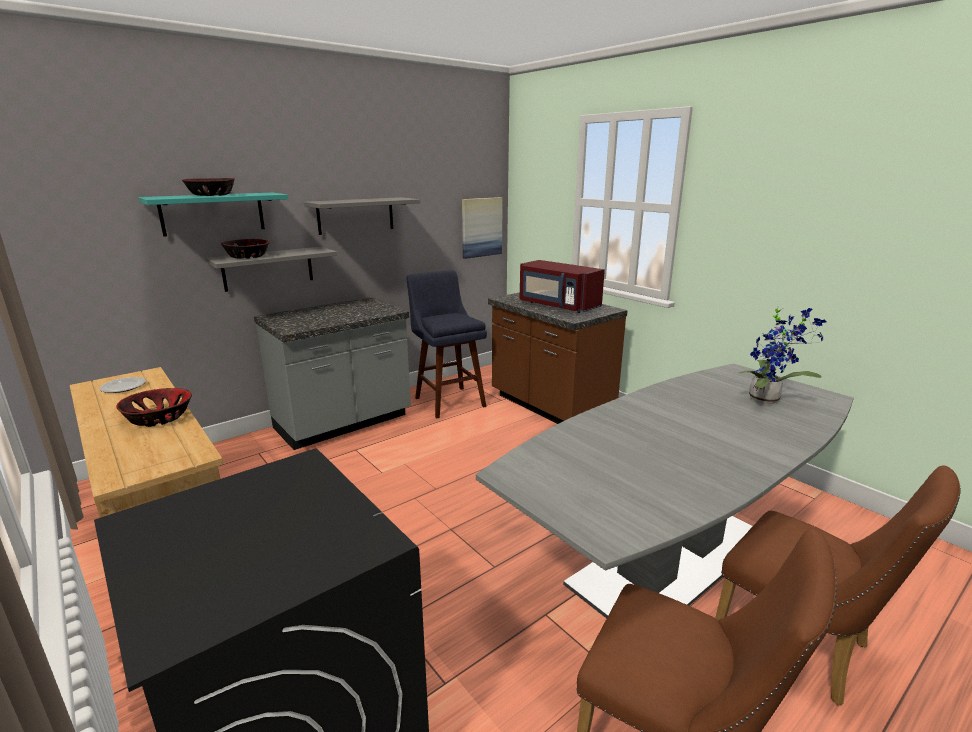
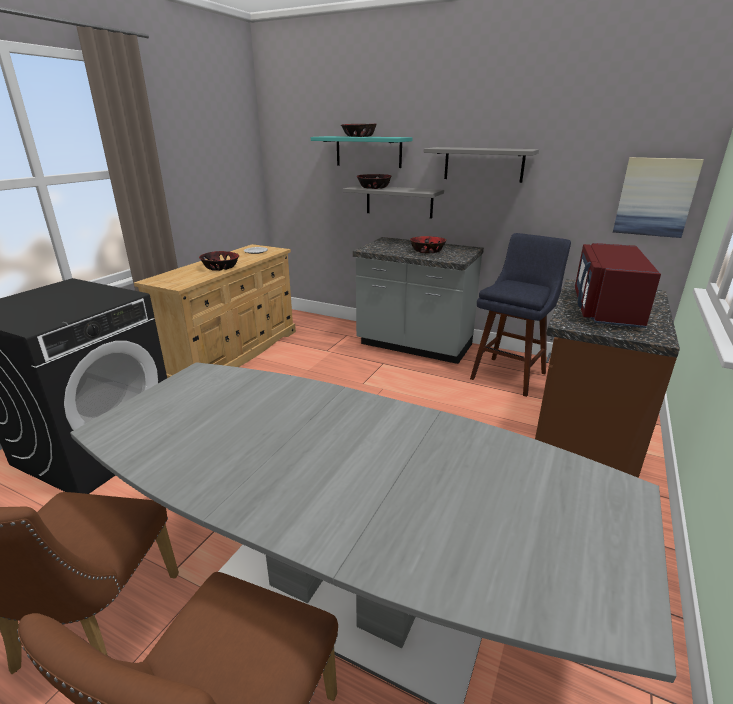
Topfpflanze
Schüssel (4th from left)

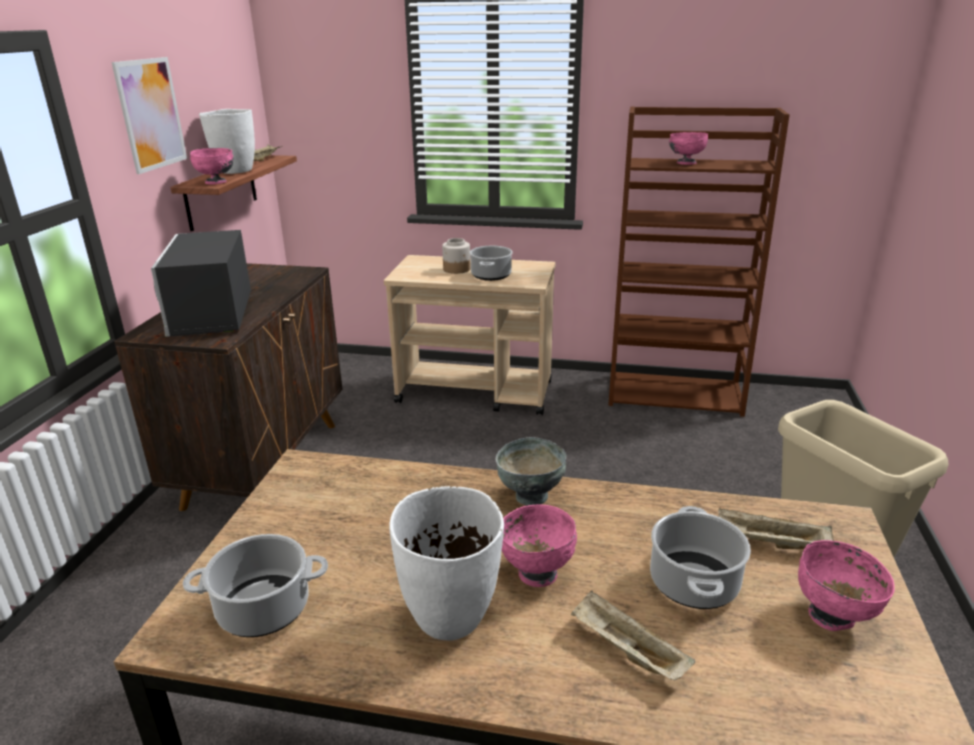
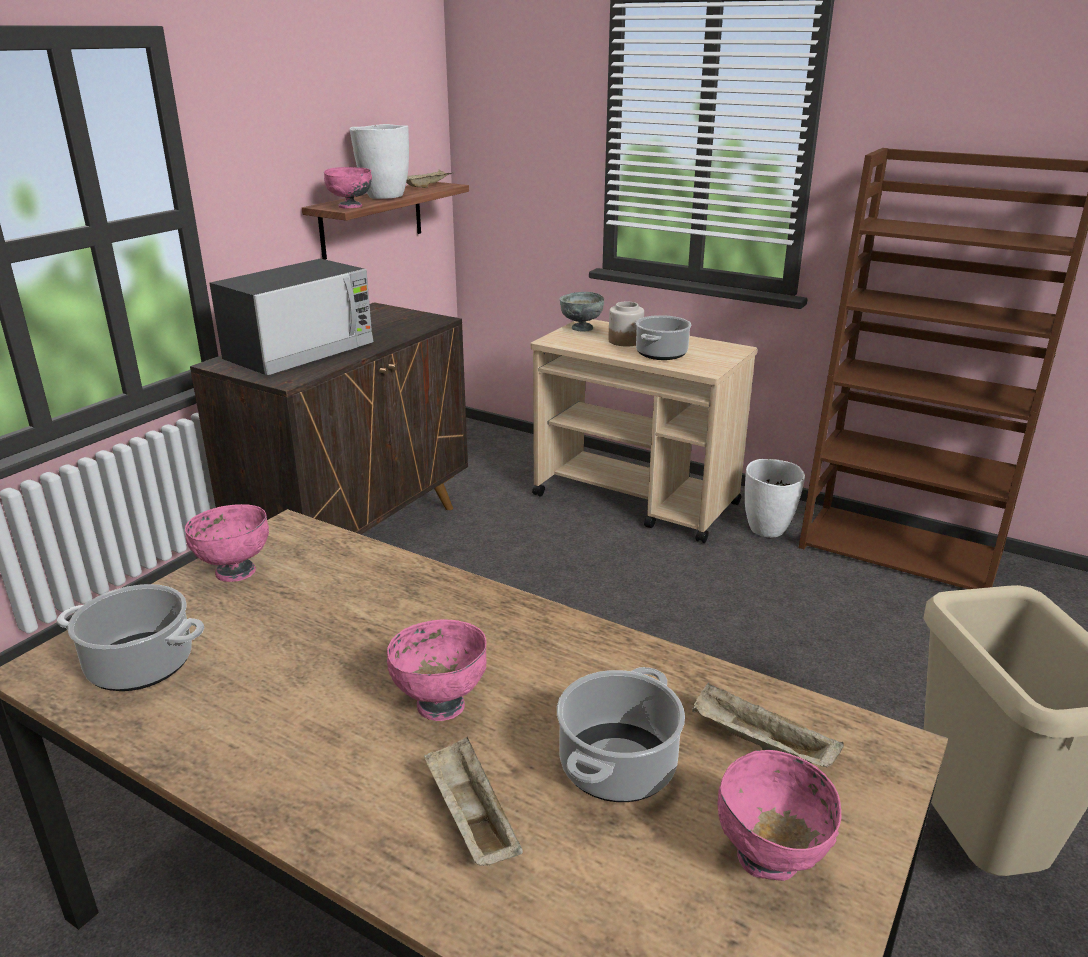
Bild
Schüssel (rosa) (1st from left)
Mikrowelle
Schüssel (grau)
Vase (weiß) (2nd from left)

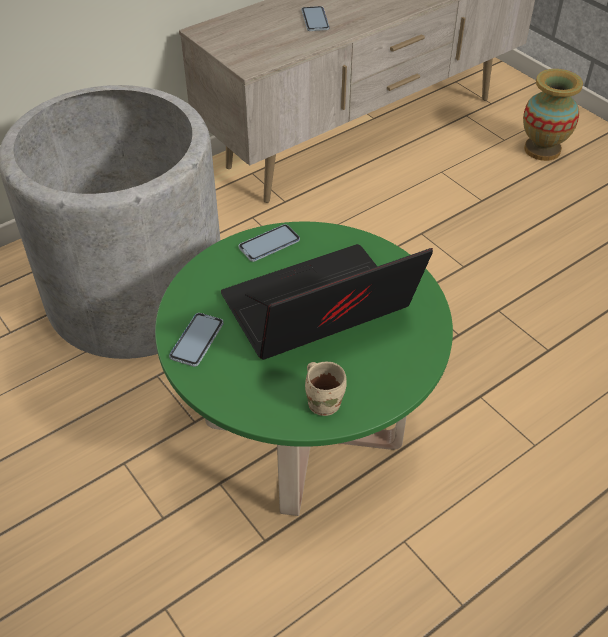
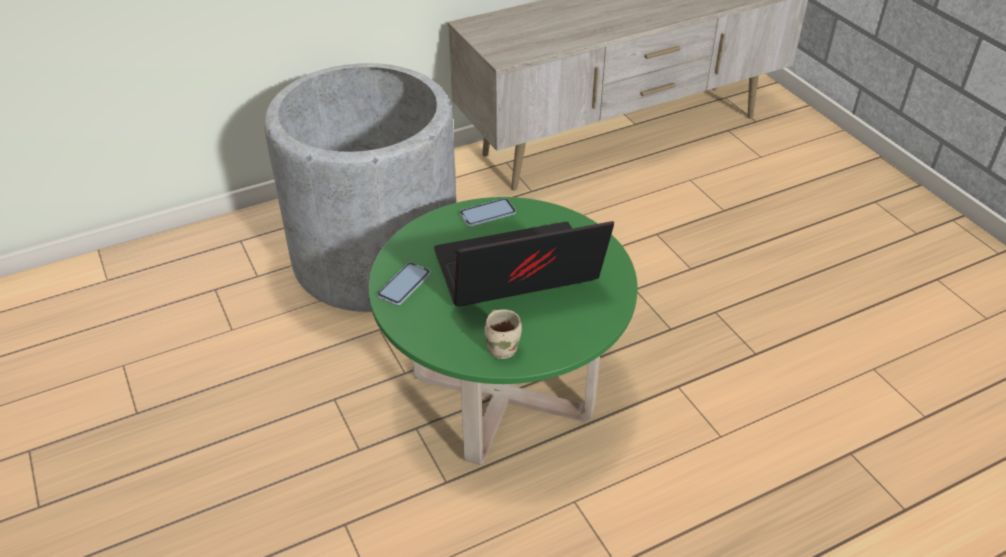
Handy (3rd from left in the first image)
Vase

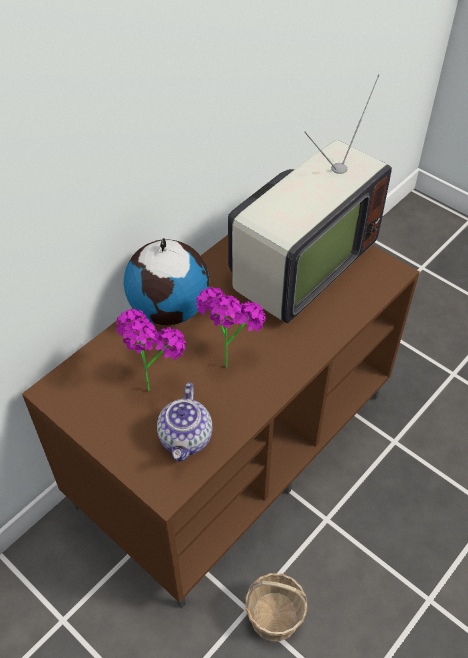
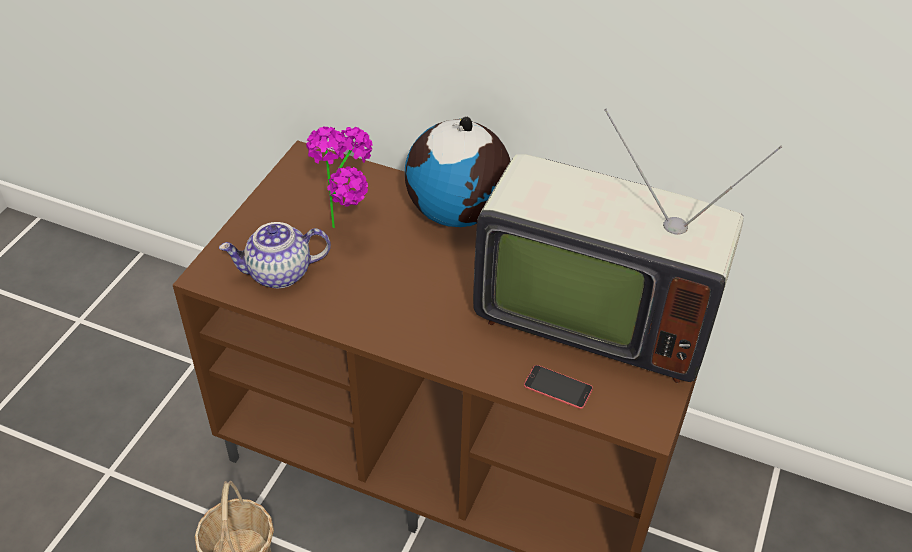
Topfpflanze (2nd from left in the first image)
Handy

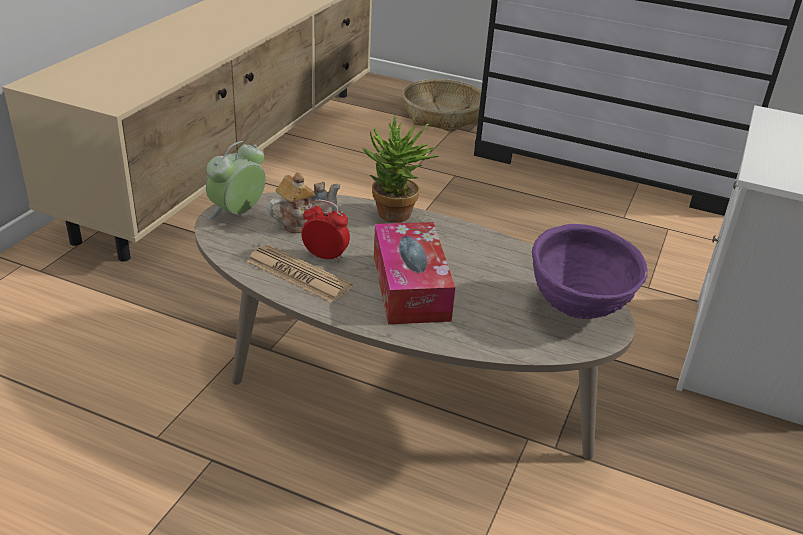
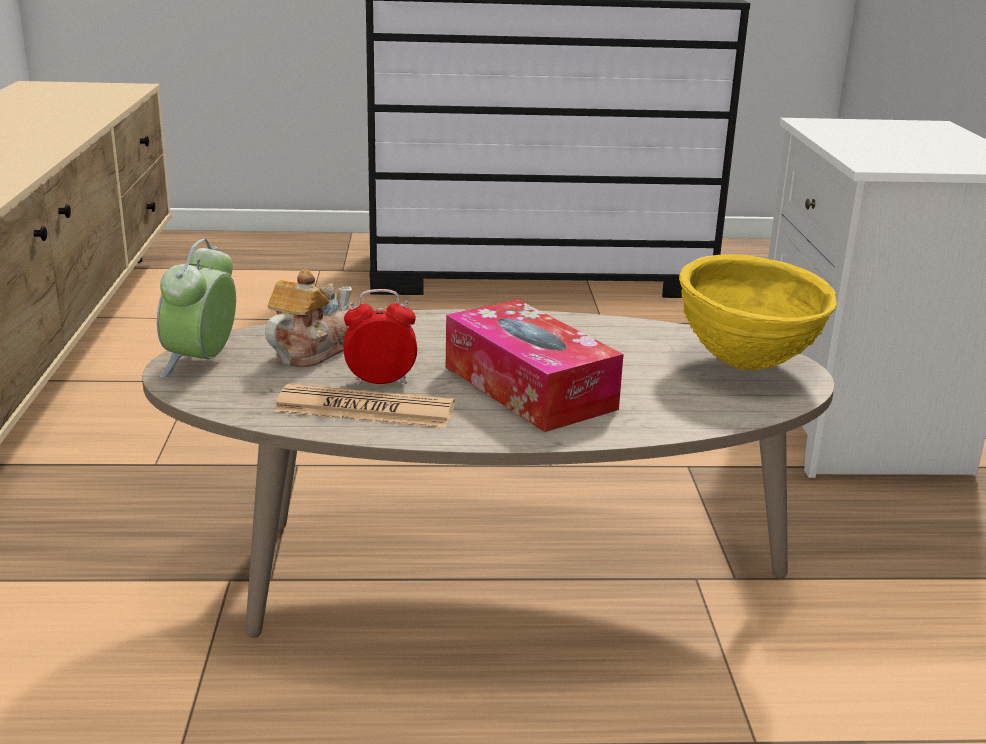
Korb
Topfpflanze
Schüssel (gelb)

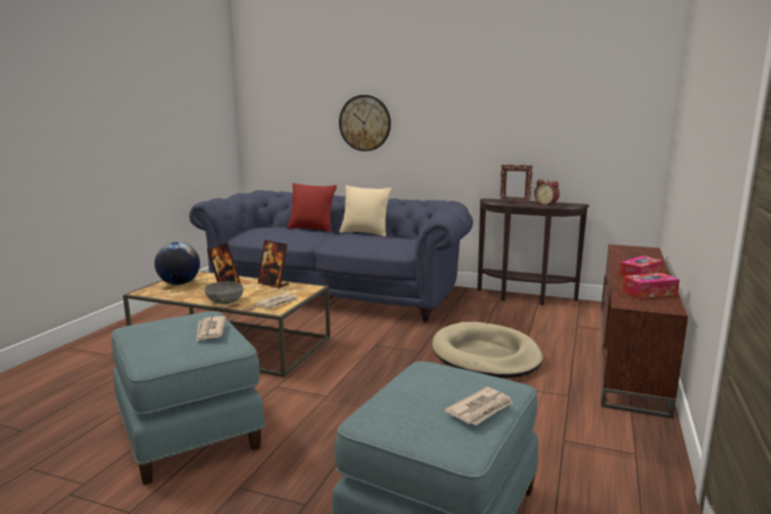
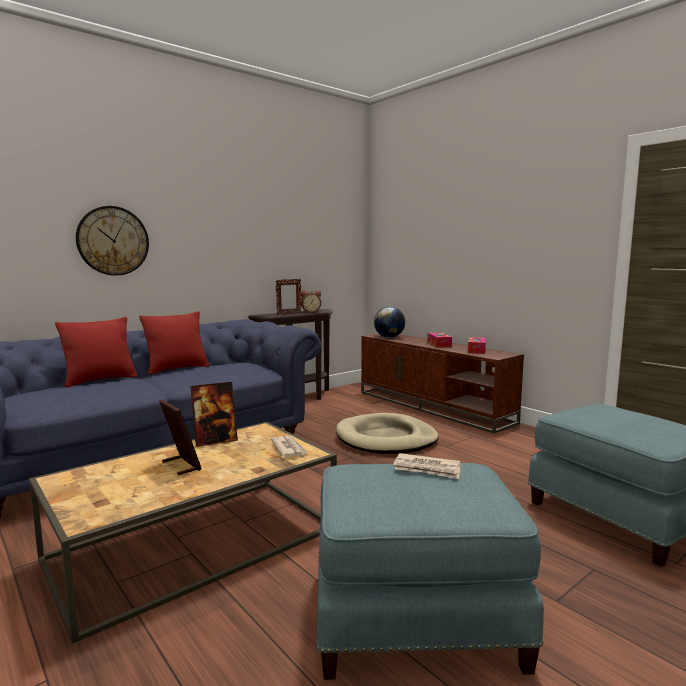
Kissen (rot) (2nd from left)
Globus
Schüssel (grau)
Zeitung (3rd from left in the first image)

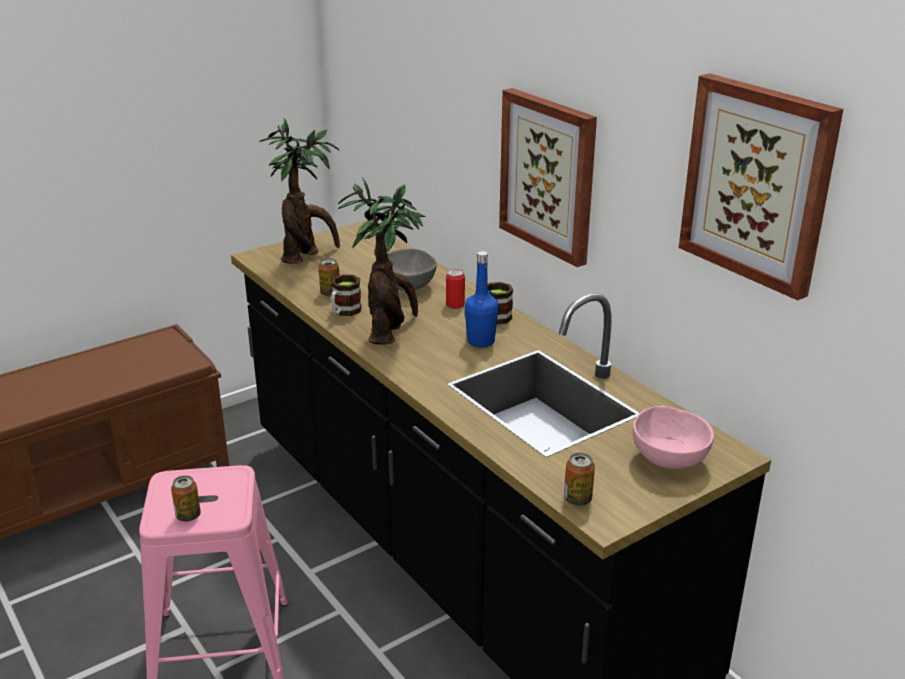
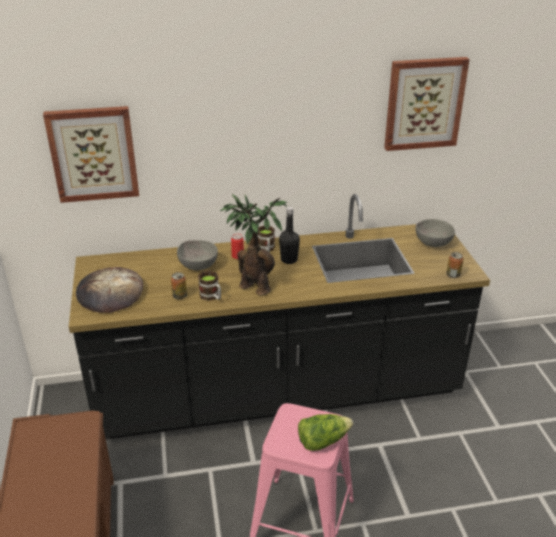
Bild (1st from left)
Brot
Flasche (schwarz)
Schüssel (grau) (2nd from left)
Salatkopf

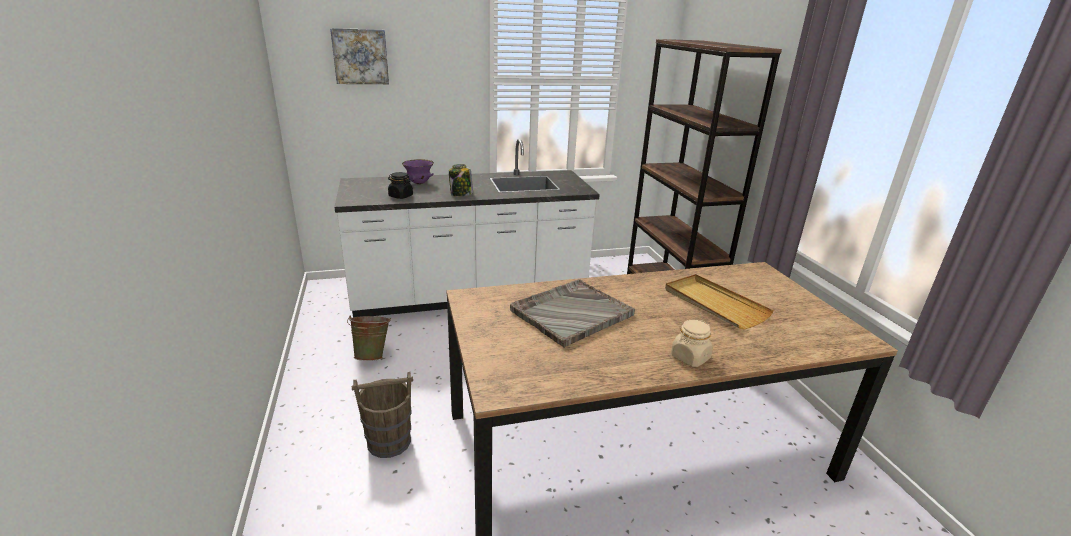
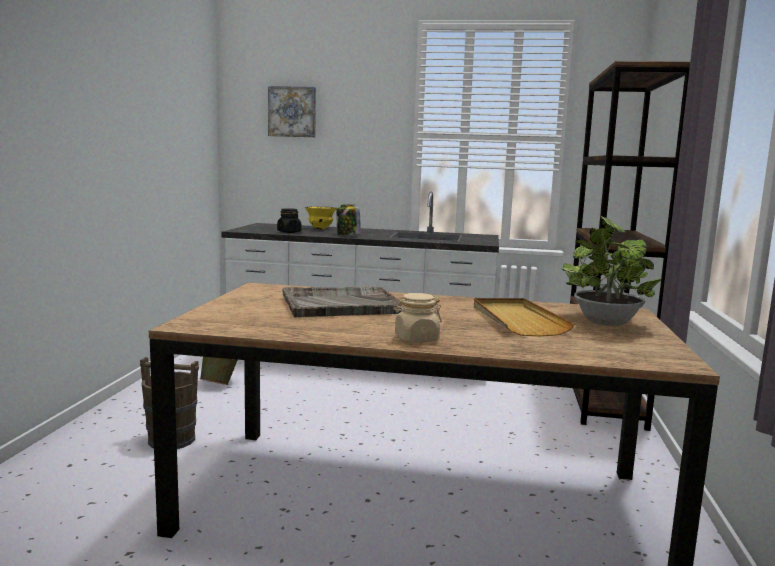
Schüssel (gelb)
Topfpflanze

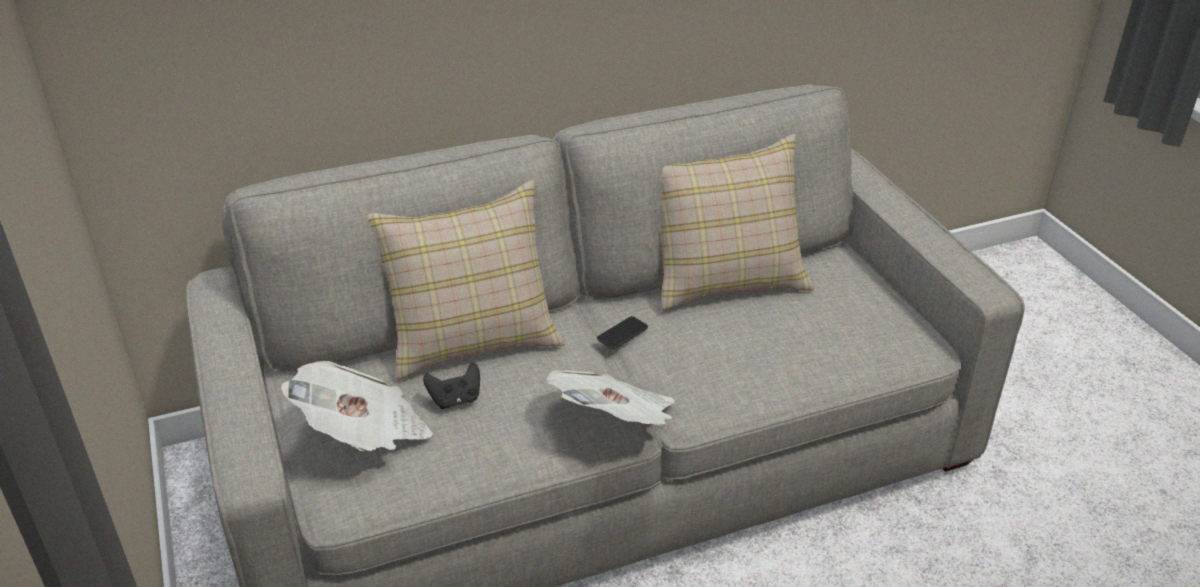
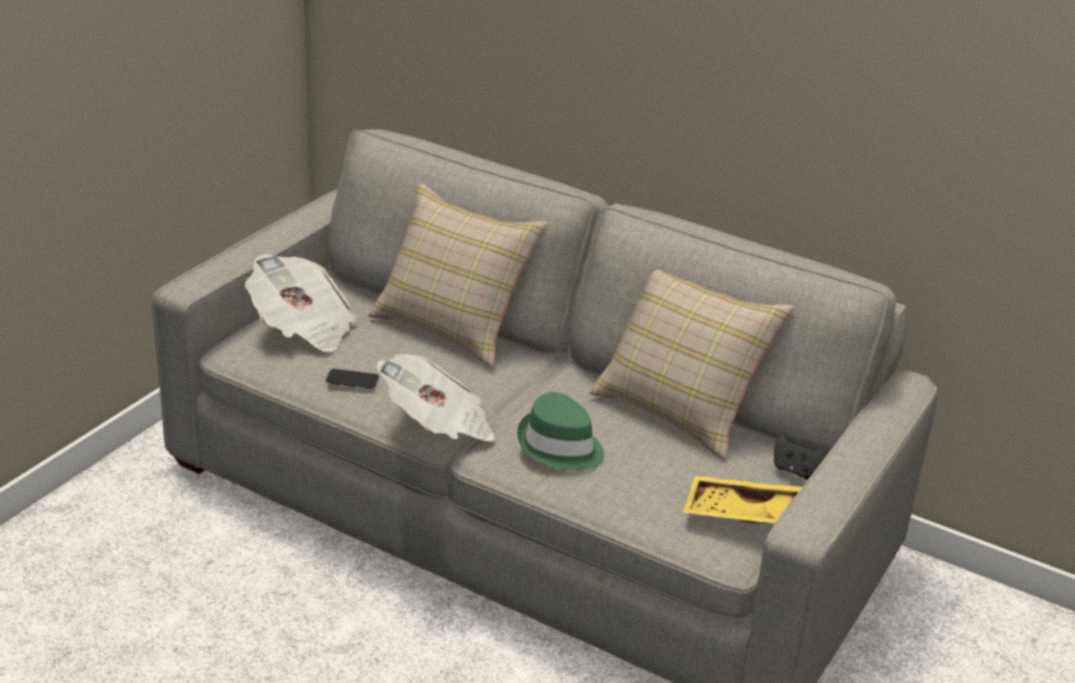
Handy
Gamepad (schwarz)
Hut (grün)
Tablett (gelb)

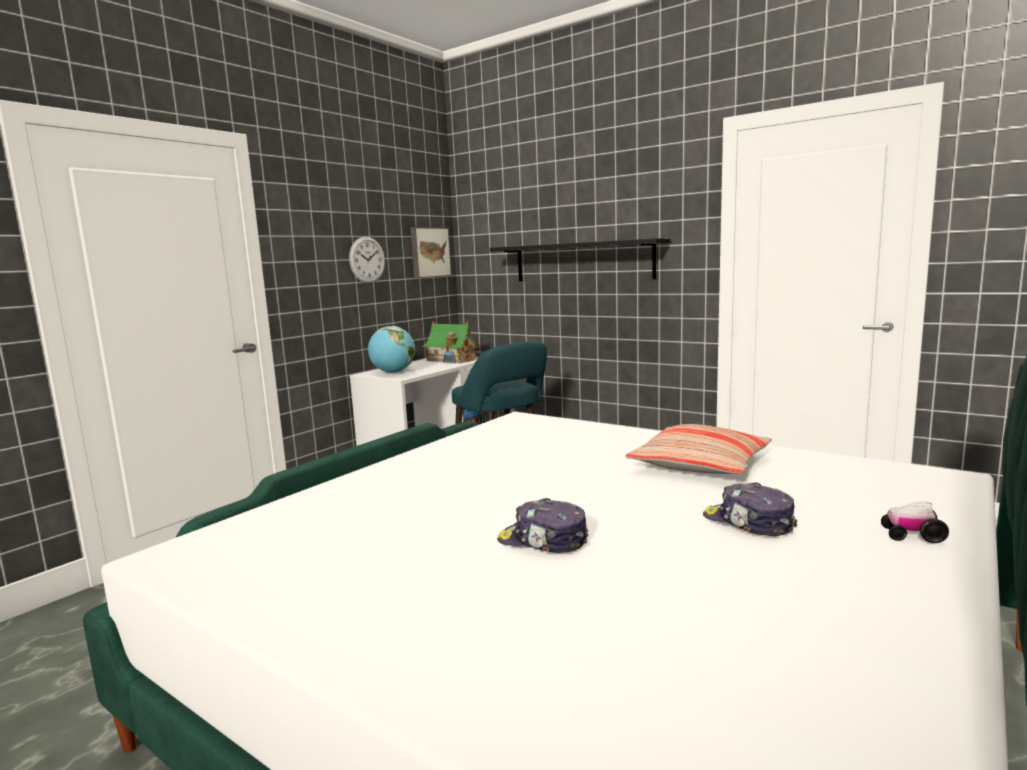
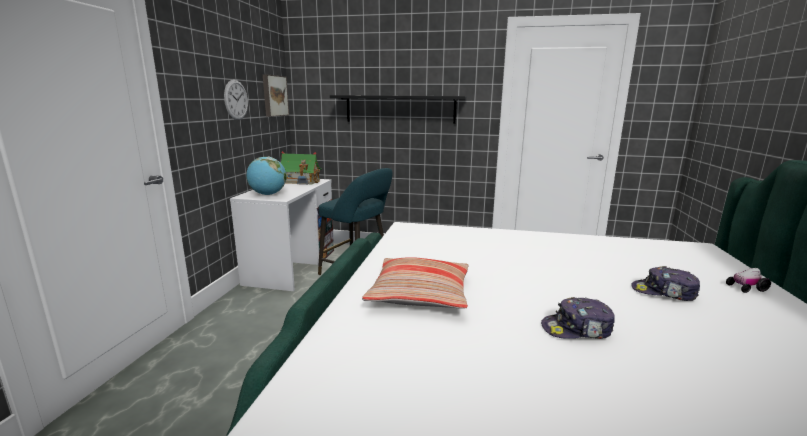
Kissen

